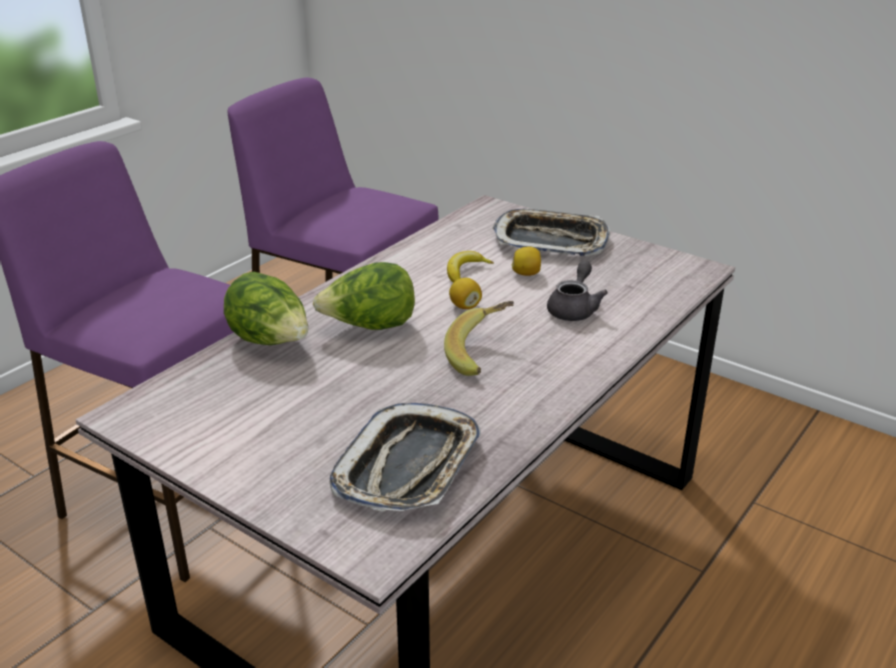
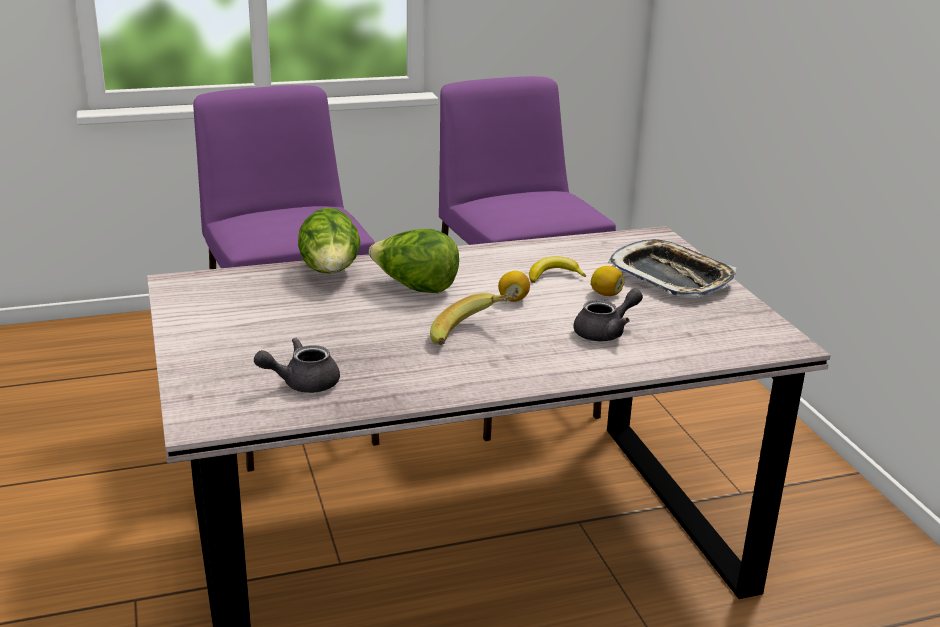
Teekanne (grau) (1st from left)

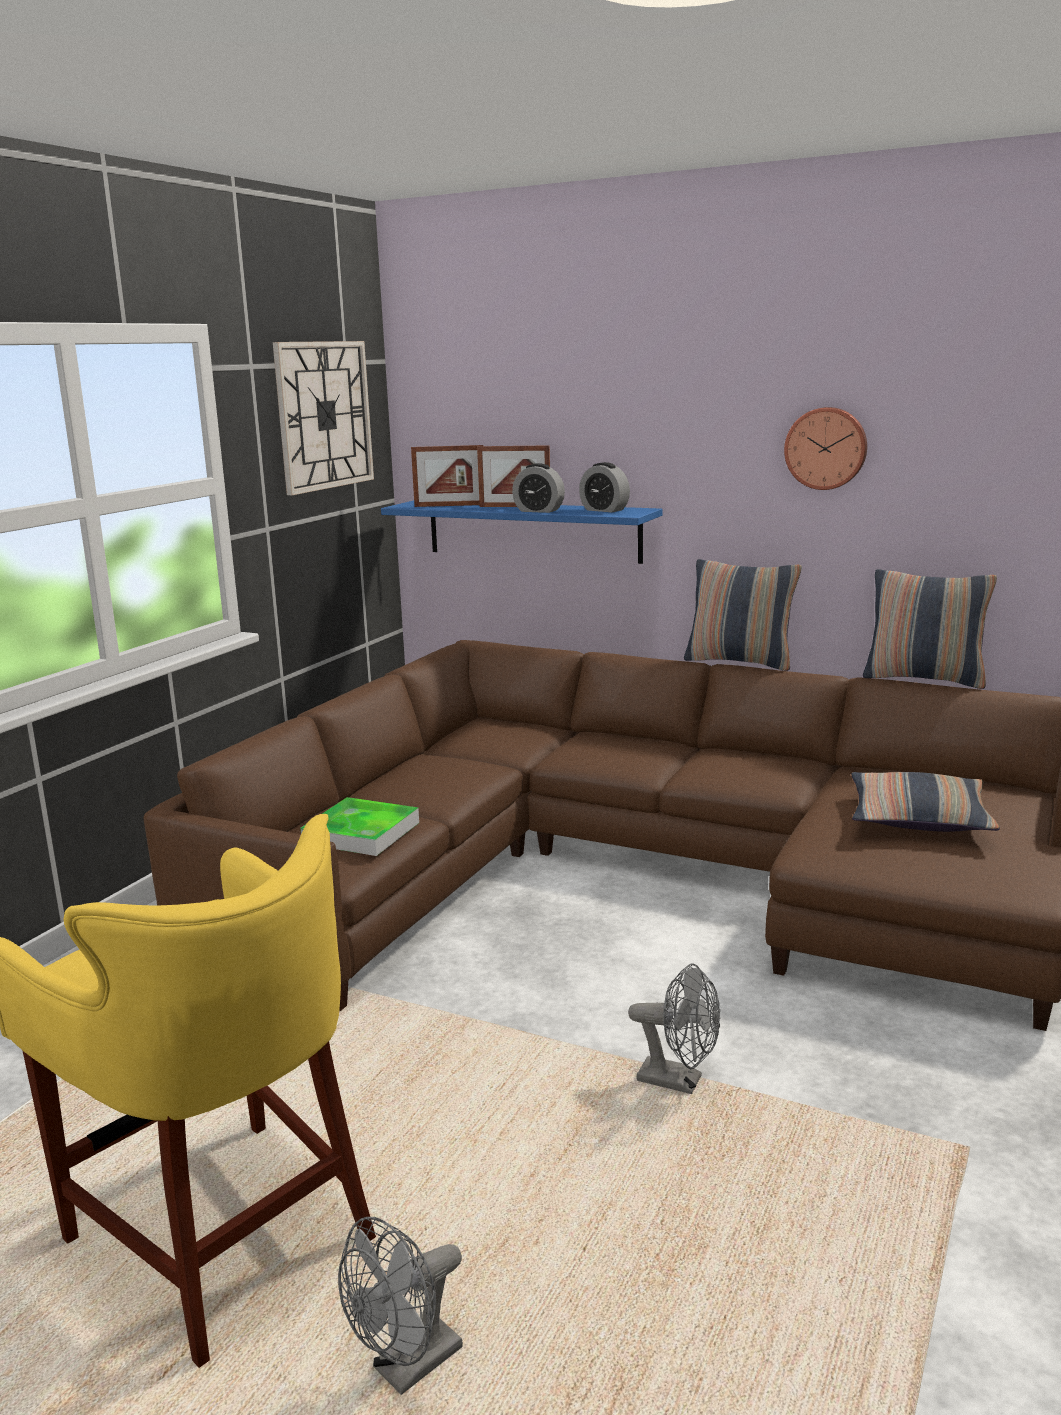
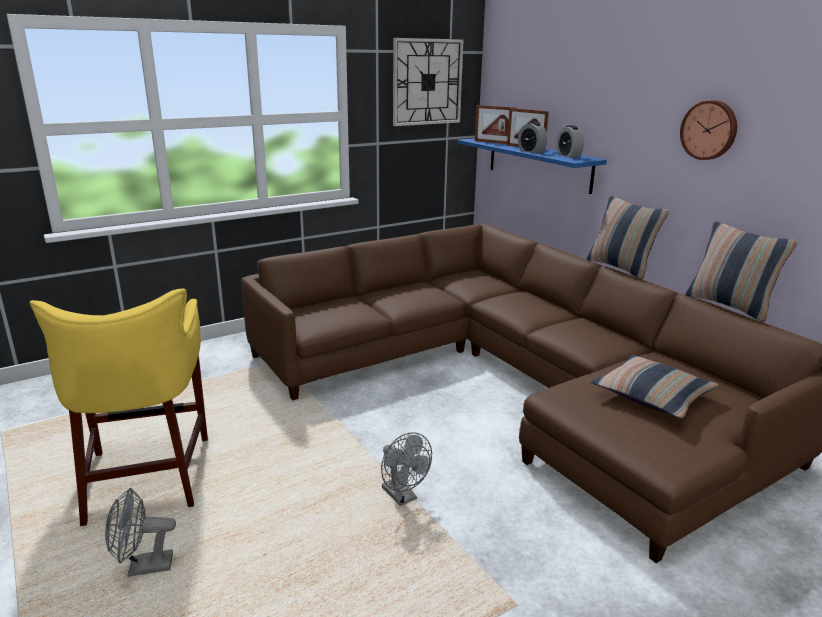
Tablett

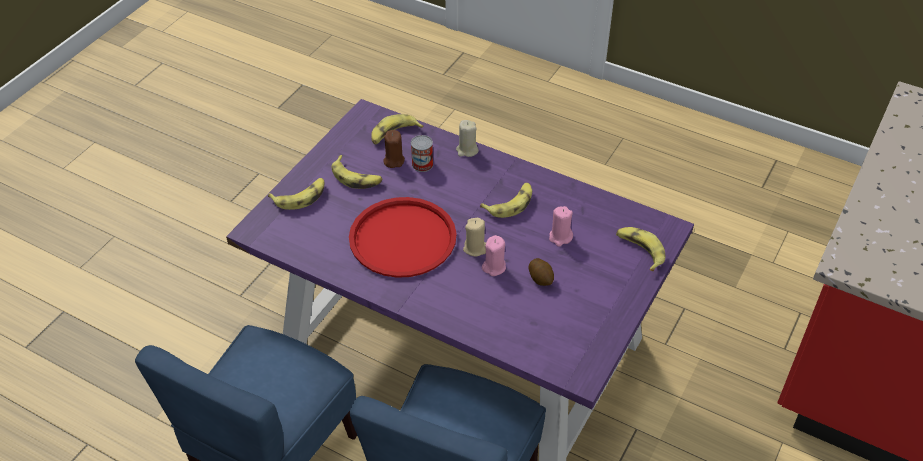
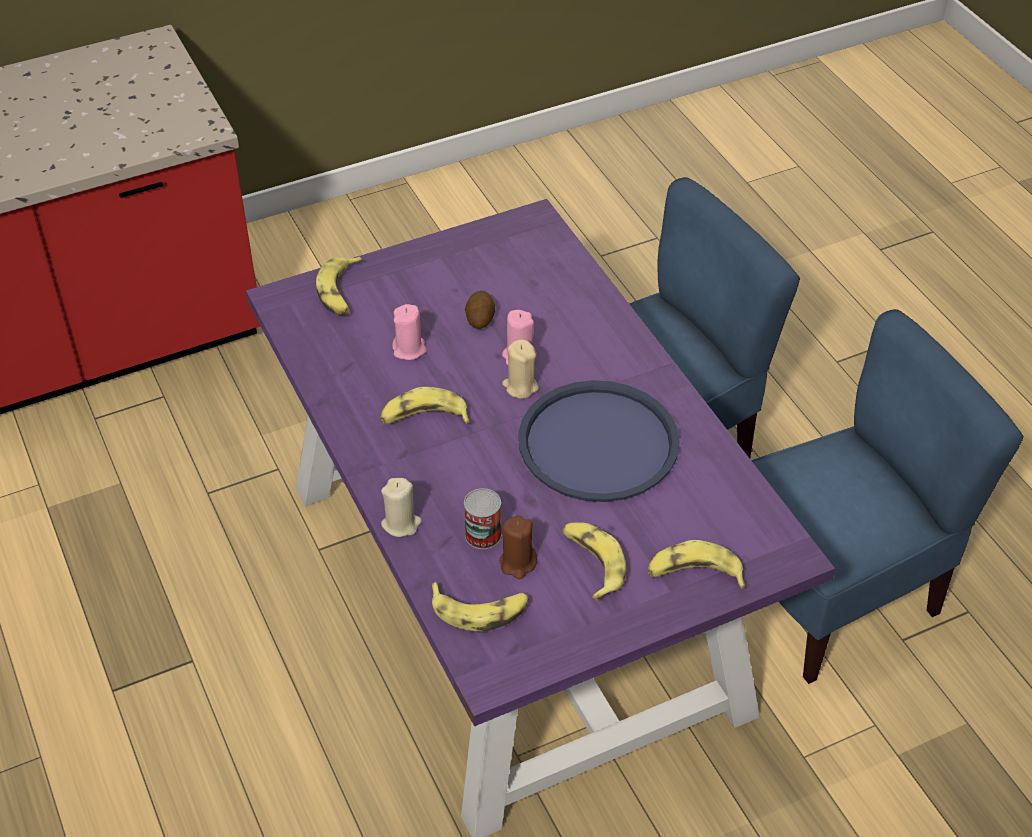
Tablett (blau)

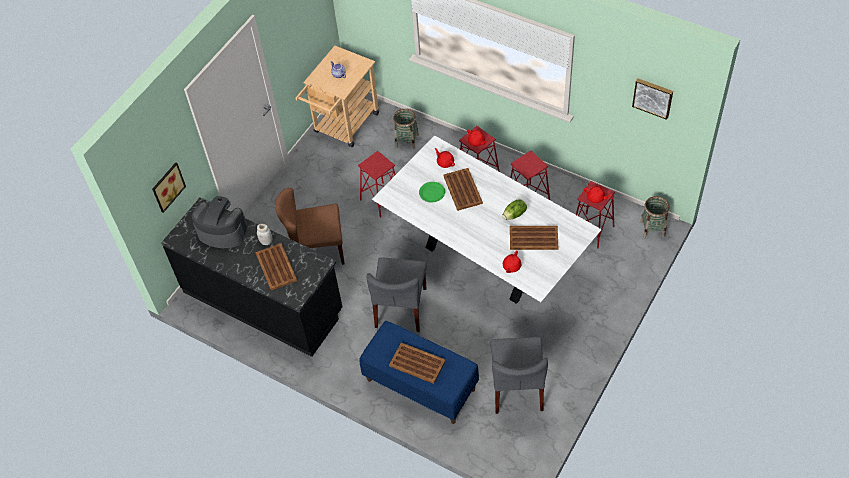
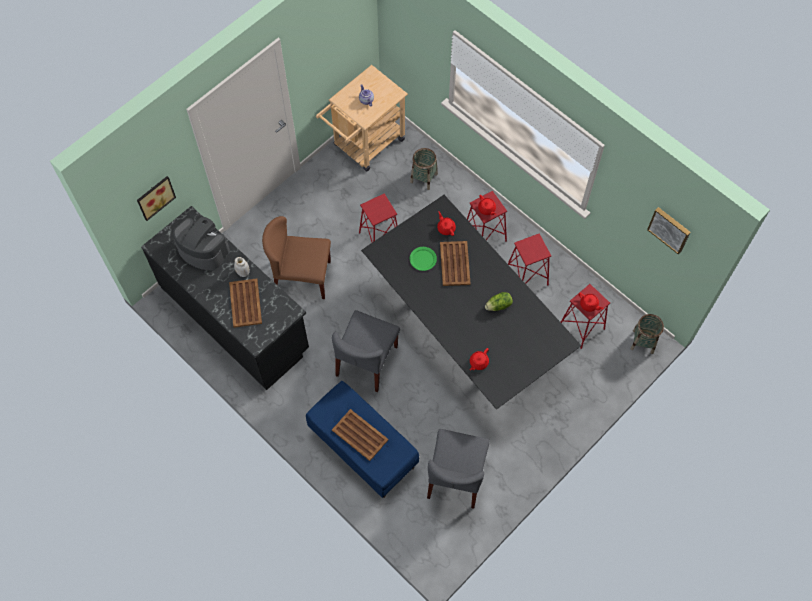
Esstisch (schwarz)
Tablett (braun) (4th from left in the first image)

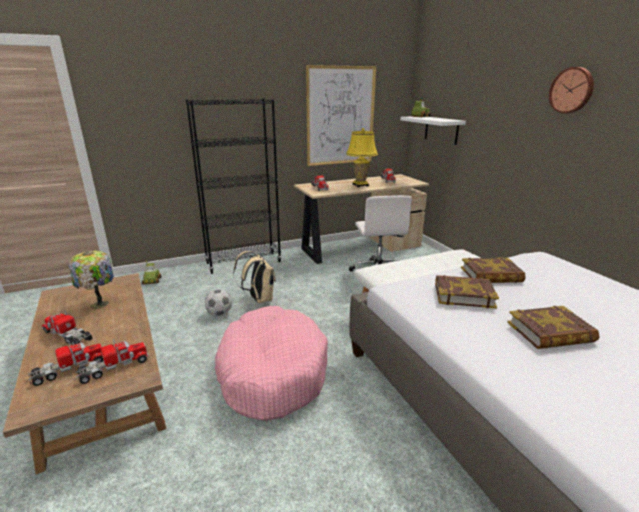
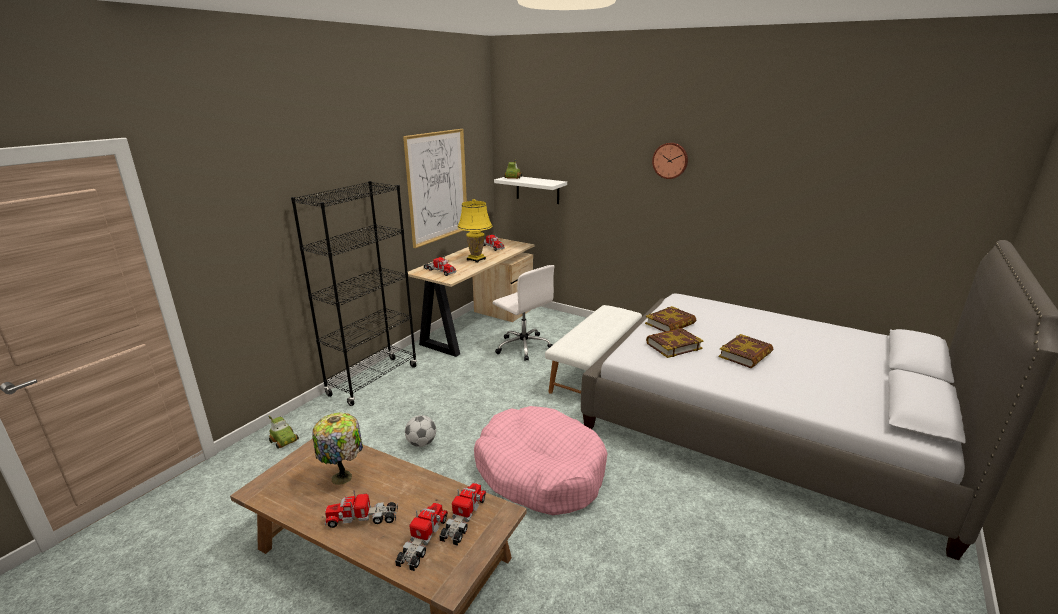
Rucksack (beige)

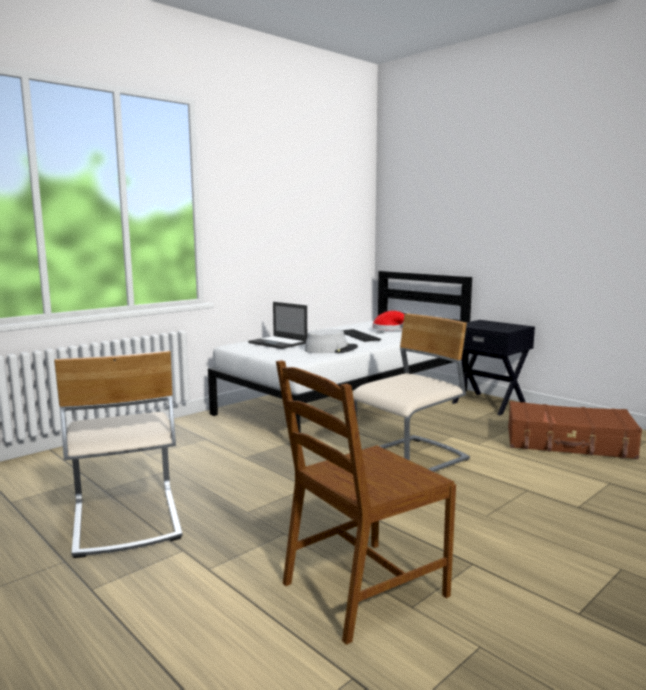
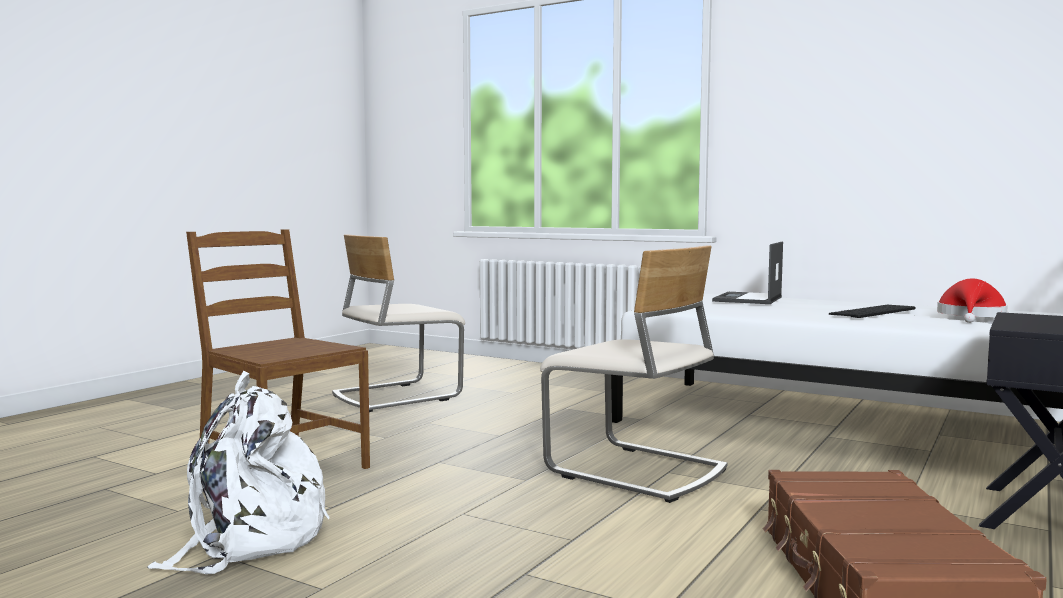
Hut (grau)
Rucksack (weiß)

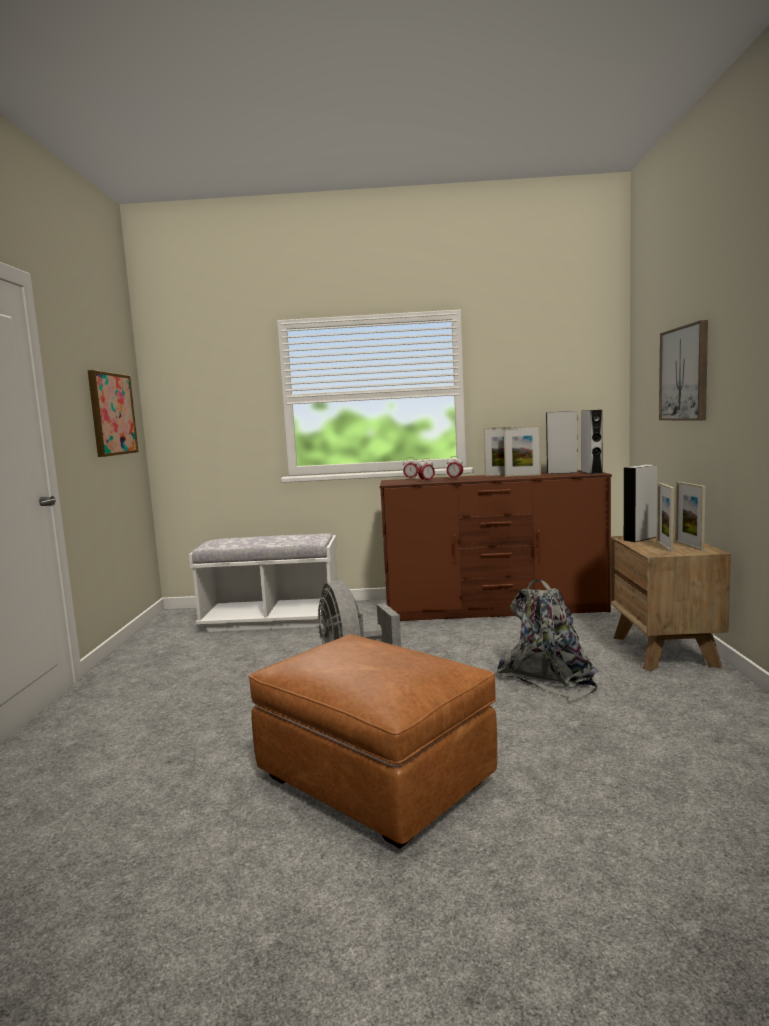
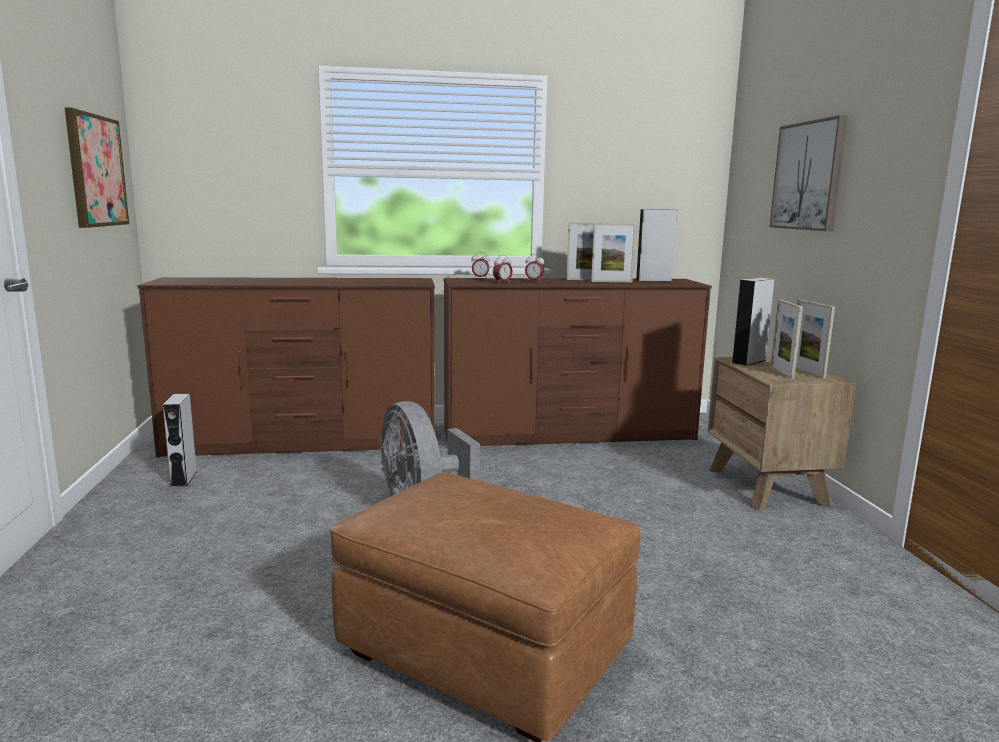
Lautsprecher (grau) (1st from left)
Kommode (braun) (1st from left)
Rucksack (grau)

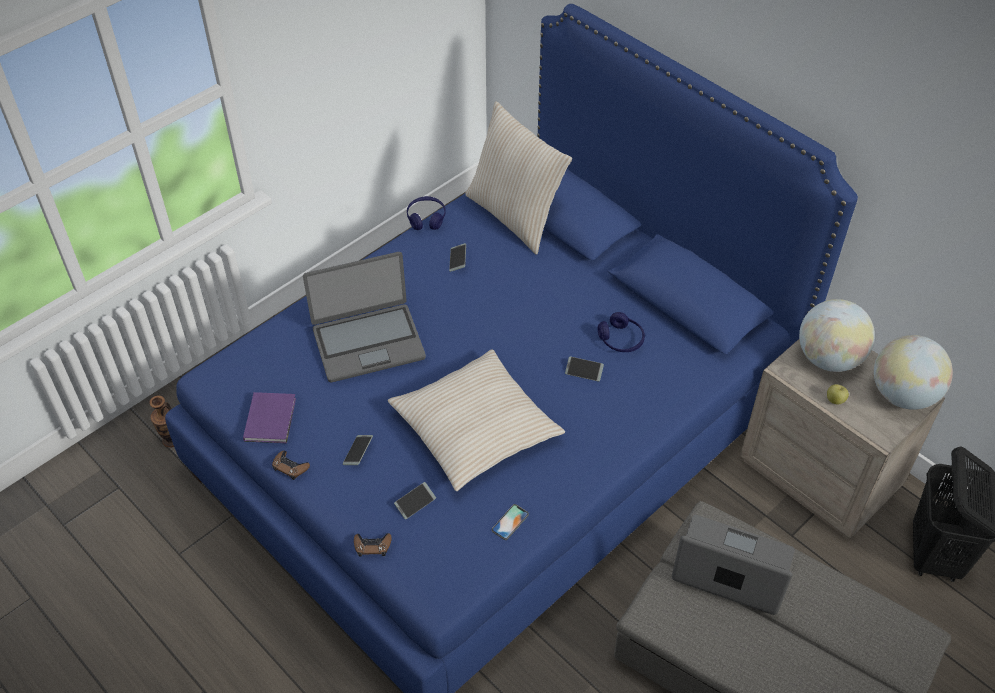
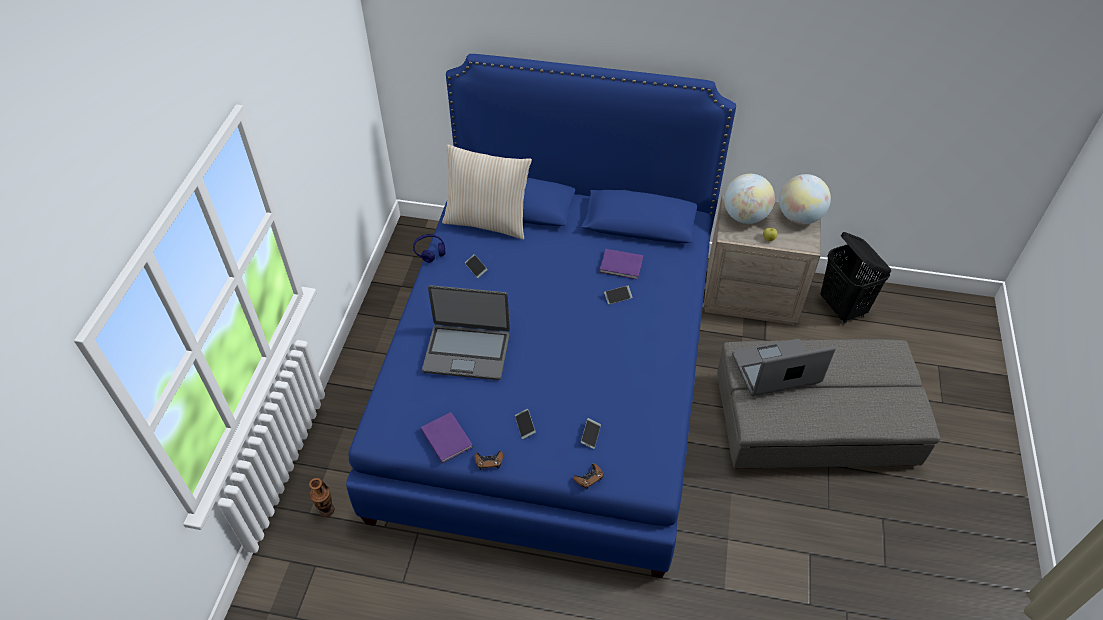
Laptop (1st from left)
Buch (lila) (2nd from left)
Kissen (beige) (1st from left in the first image)
Handy (4th from left in the first image)

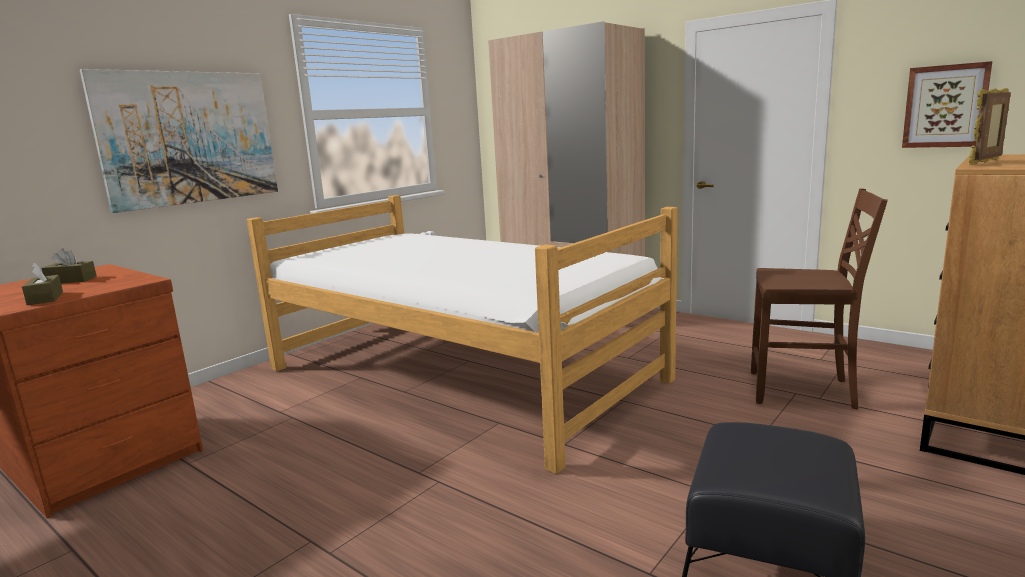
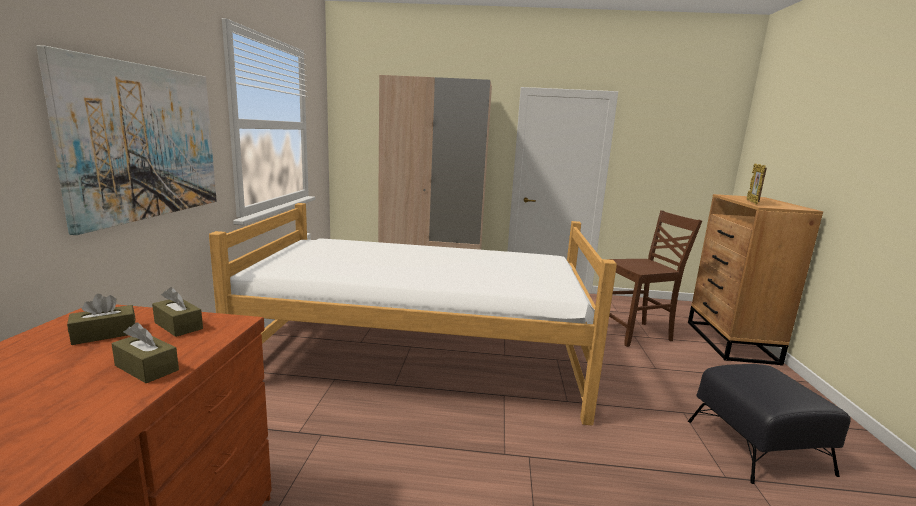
Bild (2nd from left in the first image)
Taschentuchbox (braun) (3rd from left)

